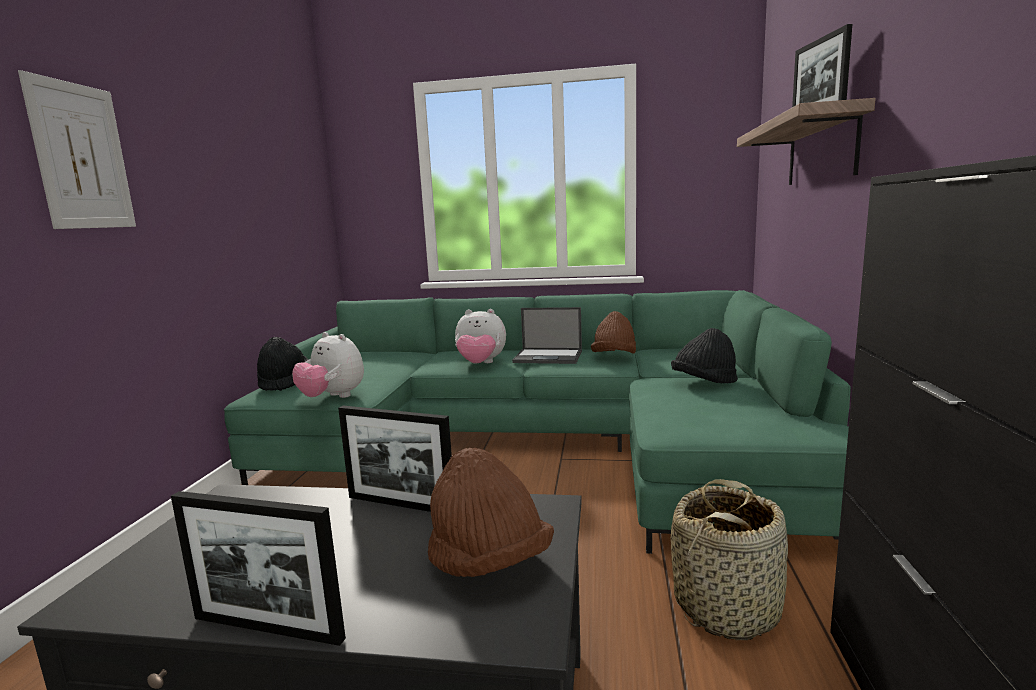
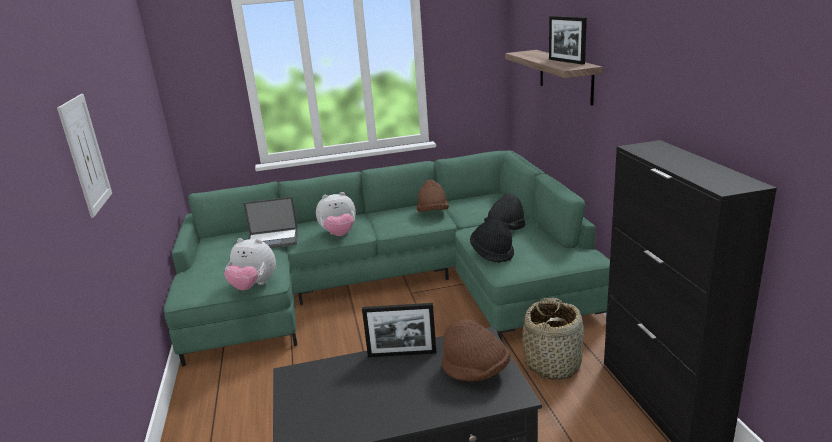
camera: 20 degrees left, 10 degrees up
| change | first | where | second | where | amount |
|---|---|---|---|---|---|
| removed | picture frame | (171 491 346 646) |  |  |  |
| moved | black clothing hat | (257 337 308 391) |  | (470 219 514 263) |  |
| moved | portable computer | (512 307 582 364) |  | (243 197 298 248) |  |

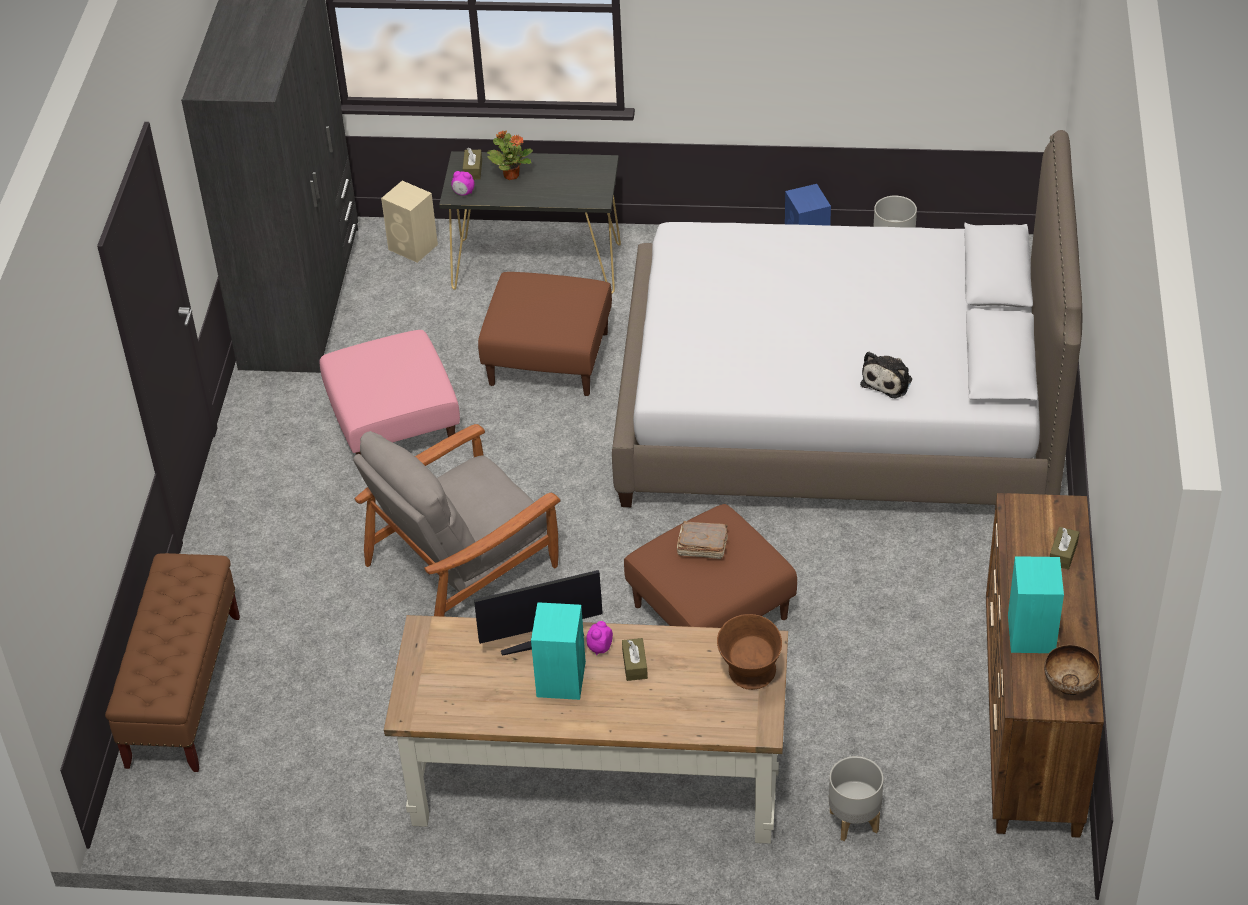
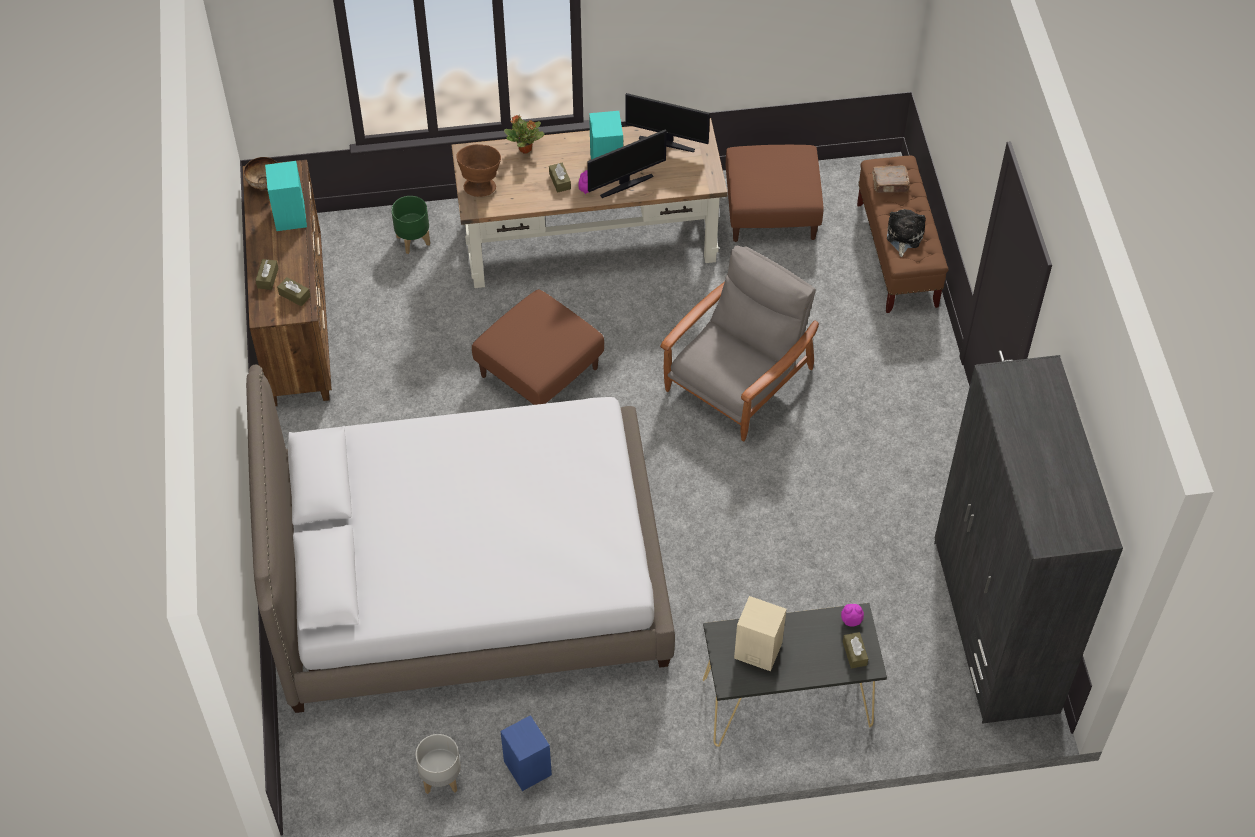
camera: 165 degrees right, 10 degrees up
| change | first | where | second | where | amount |
|---|---|---|---|---|---|
| removed | pinkish footrest | (320 330 460 455) |  |  |  |
| moved | beige-coloured speaker | (381 181 438 263) |  | (734 596 787 671) |  |
| moved | brownish footrest | (478 272 612 396) |  | (726 145 824 242) |  |
| moved | potted plant | (487 130 533 180) |  | (504 115 545 153) |  |
| moved | brownish volume | (677 521 728 559) |  | (872 165 910 193) |  |
| recoloured | gray planter | (829 756 883 841) | greenish planter | (391 196 430 254) |  |
| moved | cuddly toy | (860 352 912 398) |  | (887 209 926 257) |  |
| added |  |  | brownish box of tissues | (277 277 311 306) |  |
| added |  |  | computer screen | (625 93 710 152) |  |

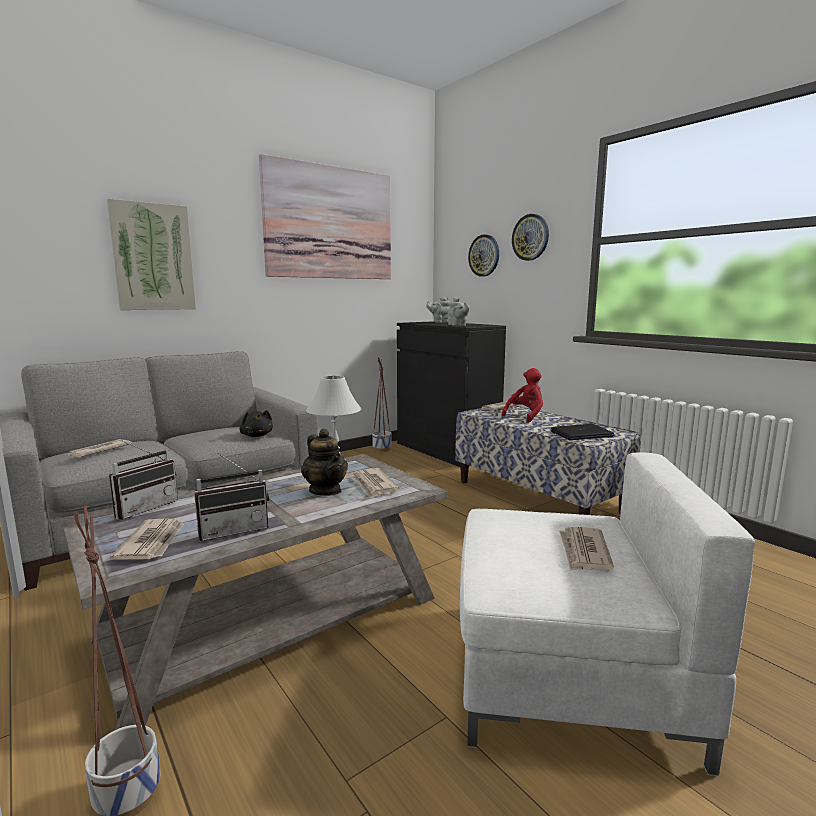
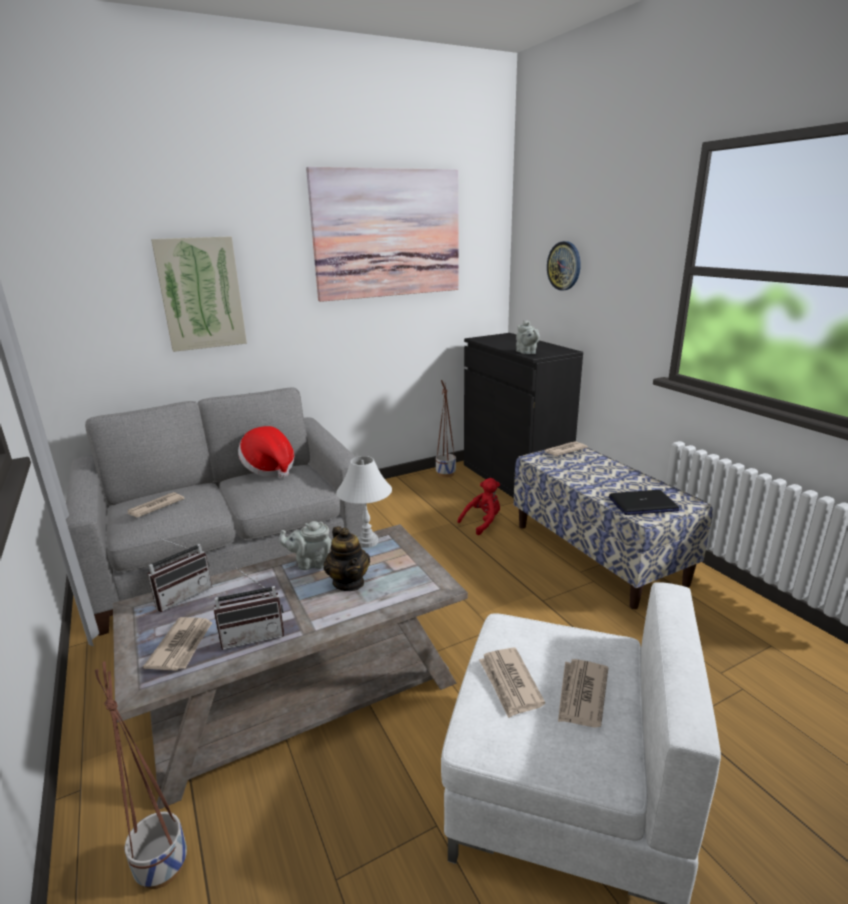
camera: 10 degrees right, 10 degrees up
| change | first | where | second | where | amount |
|---|---|---|---|---|---|
| removed | black cuddly toy | (240 410 273 437) |  |  |  |
| moved | newspaper | (350 468 400 498) |  | (479 648 545 718) |  |
| moved | gray teapot | (426 297 450 323) |  | (279 521 332 570) |  |
| moved | reddish cuddly toy | (502 368 543 422) |  | (457 478 500 535) |  |
| removed | wall clock | (512 214 549 261) |  |  |  |
| added |  |  | clothing hat | (238 426 294 478) |  |

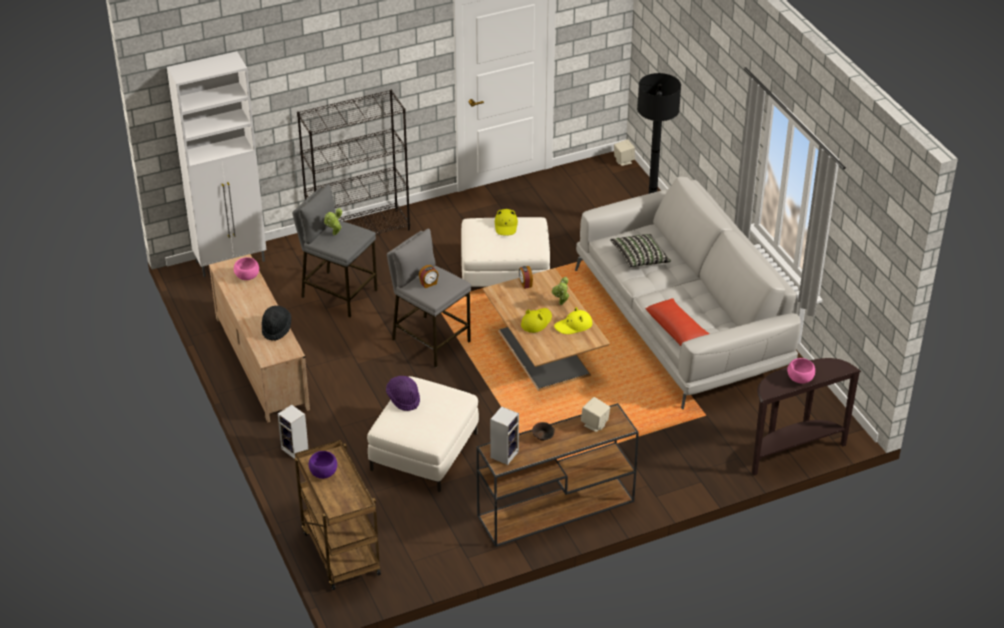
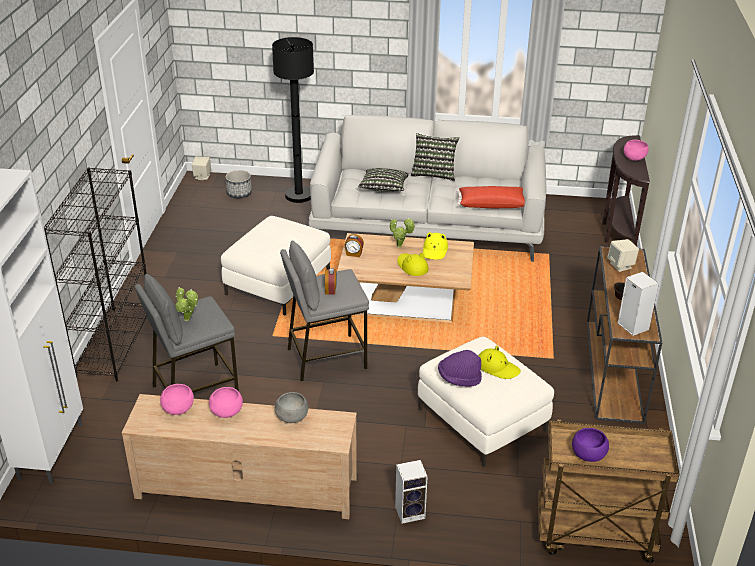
camera: 60 degrees left, 5 degrees down
| change | first | where | second | where | amount |
|---|---|---|---|---|---|
| replaced | black clothing hat | (261 306 291 341) | gray bowl | (275 392 308 423) |  |
| moved | yellowish clothing hat | (495 209 518 235) |  | (478 346 521 379) |  |
| added |  |  | pinkish bowl | (209 387 243 418) |  |
| added |  |  | planter | (225 170 252 198) |  |
| added |  |  | throw pillow | (411 133 459 181) |  |

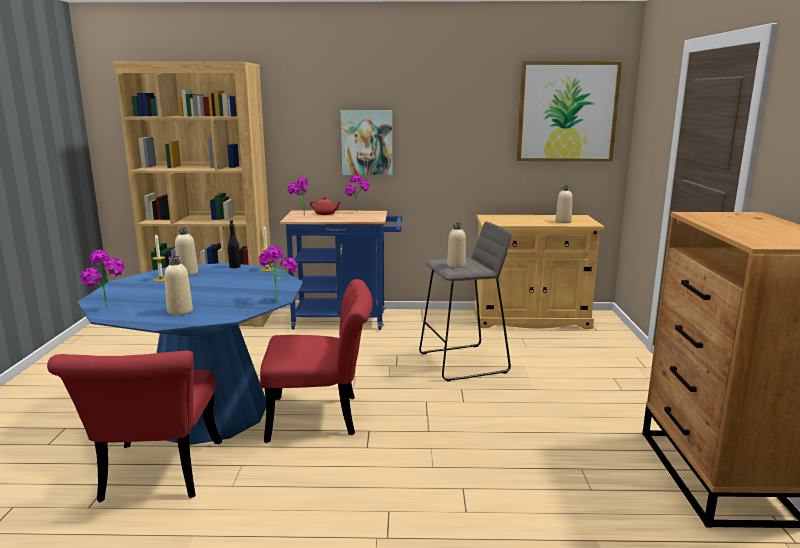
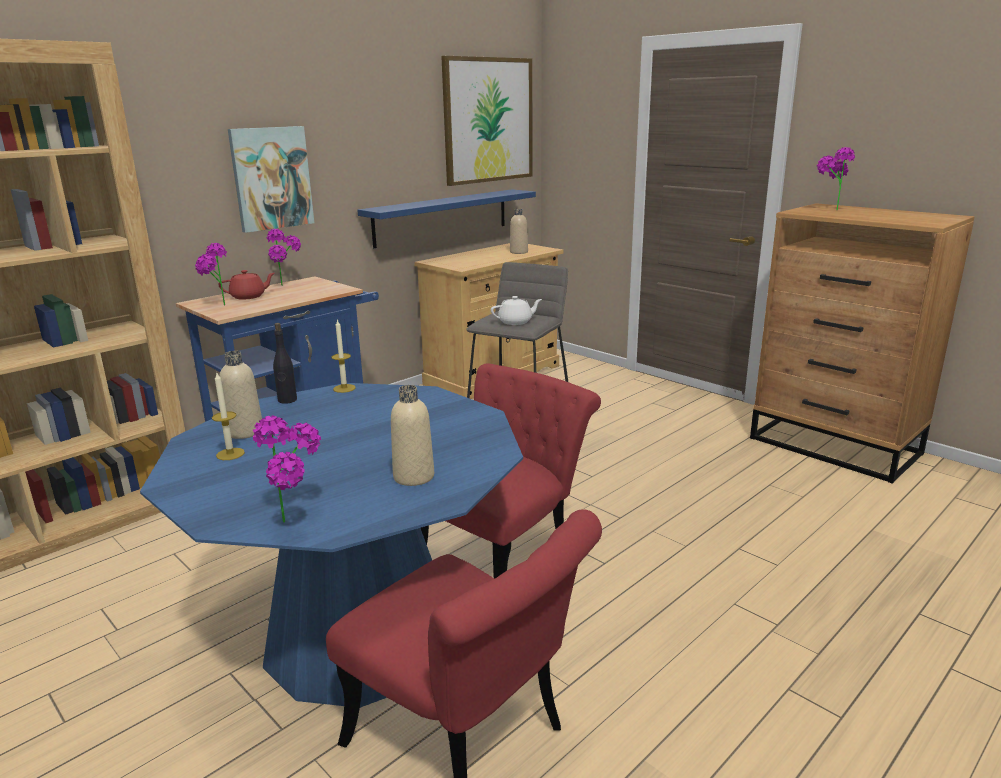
camera: 45 degrees left, 5 degrees up
| change | first | where | second | where | amount |
|---|---|---|---|---|---|
| moved | potted plant | (259 246 297 303) |  | (817 147 855 211) |  |
| replaced | beige-coloured drink bottle | (447 223 466 268) | white-coloured teapot | (491 296 542 325) |  |
| added |  |  | bluish wall shelf | (357 189 536 248) |  |

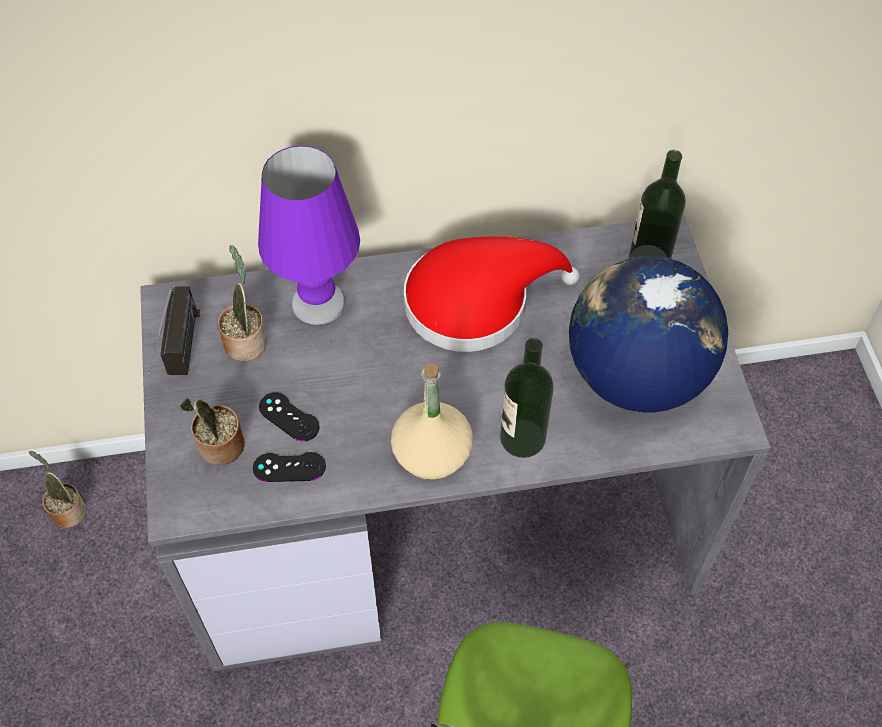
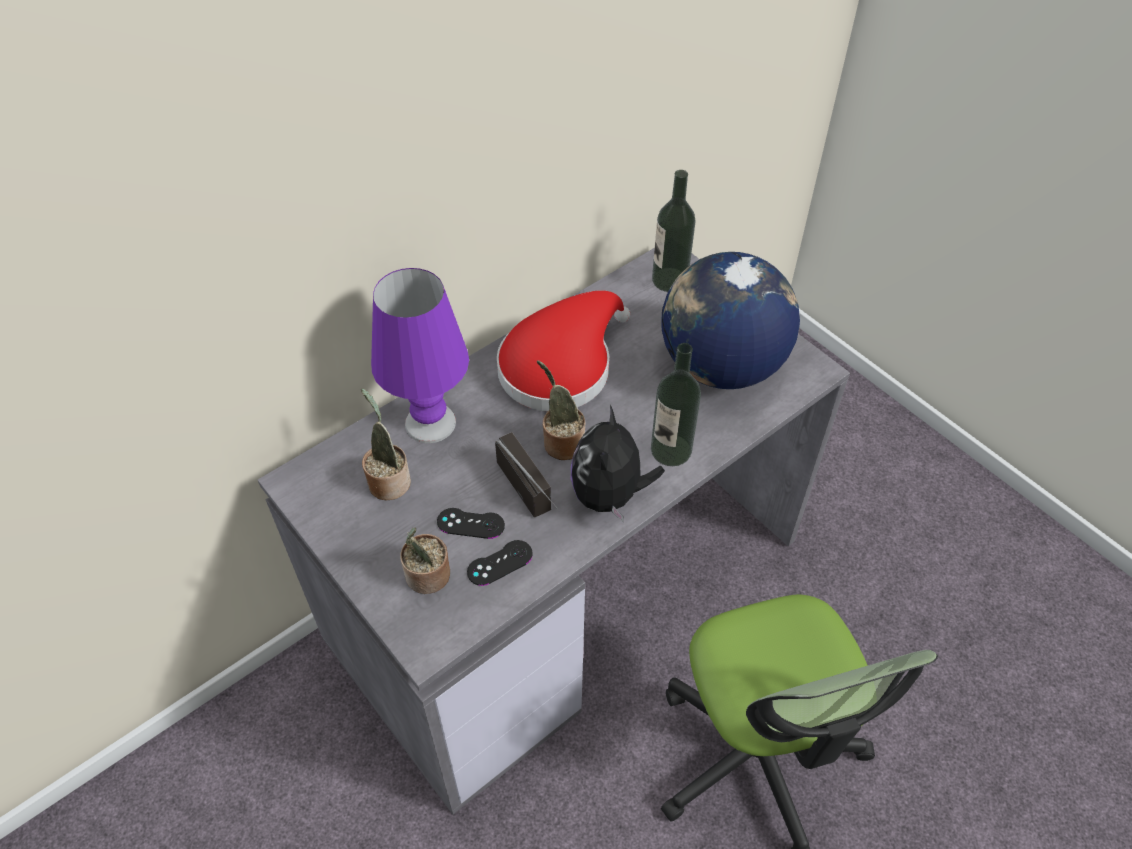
camera: 30 degrees left, 5 degrees down
| change | first | where | second | where | amount |
|---|---|---|---|---|---|
| moved | potted plant | (29 451 86 528) |  | (537 360 586 460) |  |
| moved | radio receiver | (148 286 200 375) |  | (495 432 558 517) |  |
| replaced | beige-coloured drink bottle | (391 364 473 480) | cuddly toy | (571 405 665 523) |  |

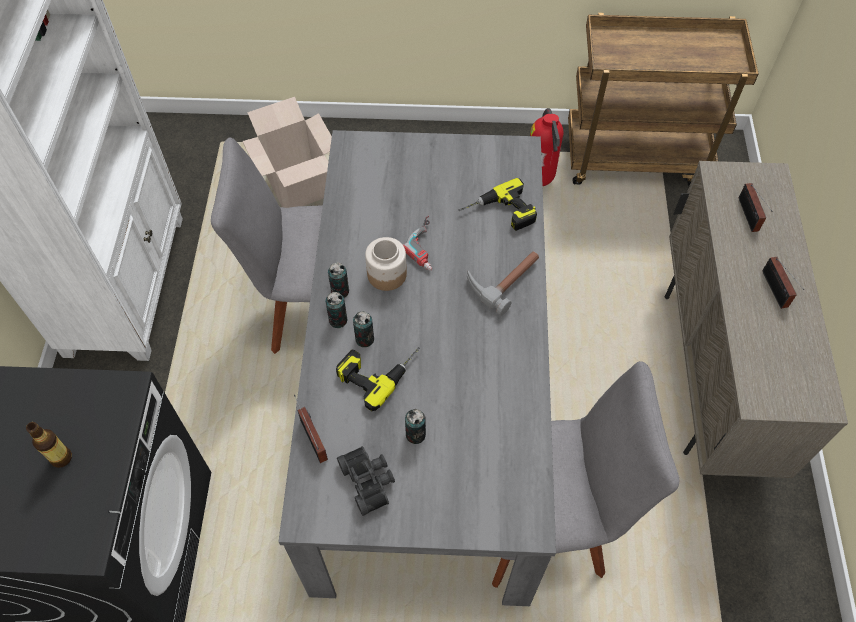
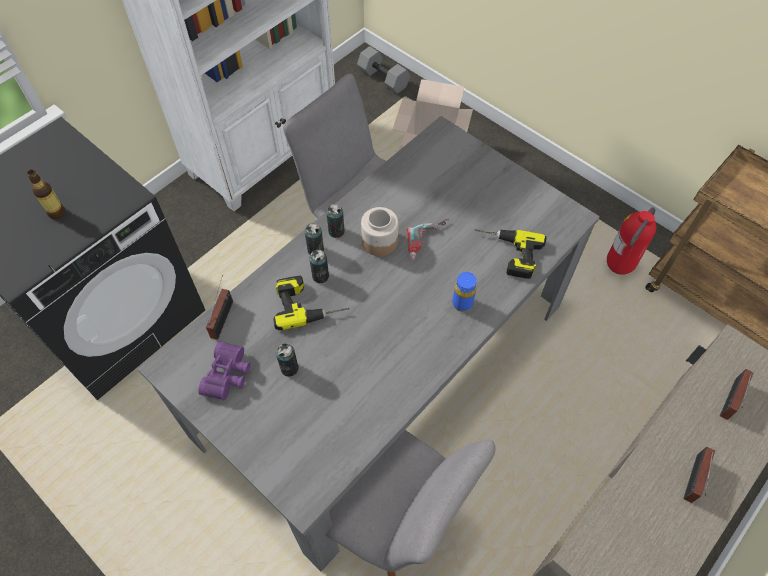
camera: 40 degrees right, 0 degrees up
| change | first | where | second | where | amount |
|---|---|---|---|---|---|
| recoloured | black binoculars | (337 446 395 516) | purplish binoculars | (198 341 251 401) |  |
| replaced | hand hammer | (467 251 539 316) | bluish drink bottle | (452 272 477 312) |  |
| added |  |  | gray dumbbell | (357 46 410 94) |  |

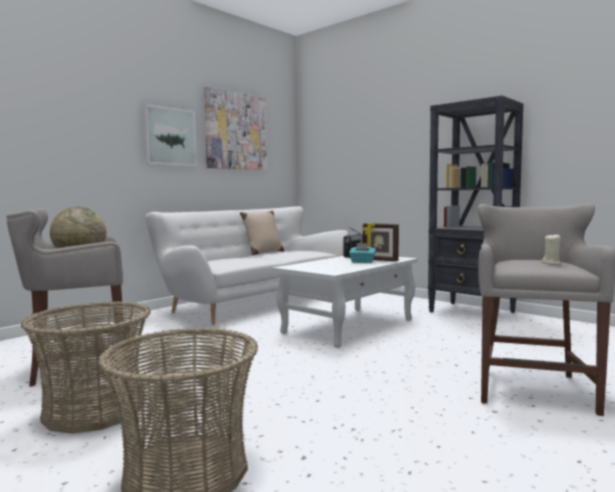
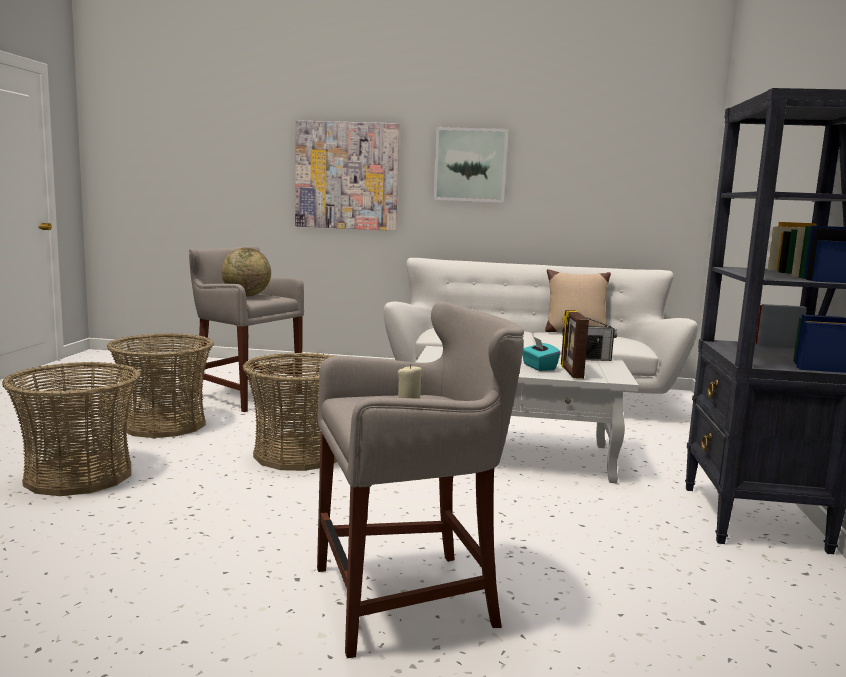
camera: 55 degrees right, 5 degrees up
| change | first | where | second | where | amount |
|---|---|---|---|---|---|
| moved | picture | (204 87 267 170) |  | (295 120 400 231) |  |
| added |  |  | storage basket | (243 353 337 471) |  |

